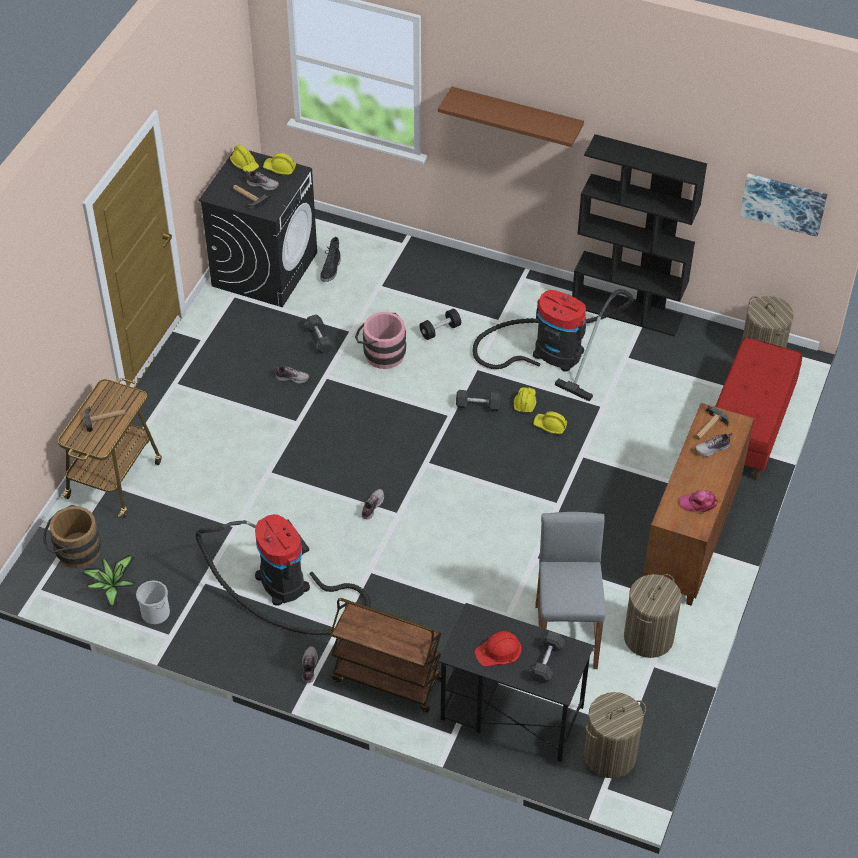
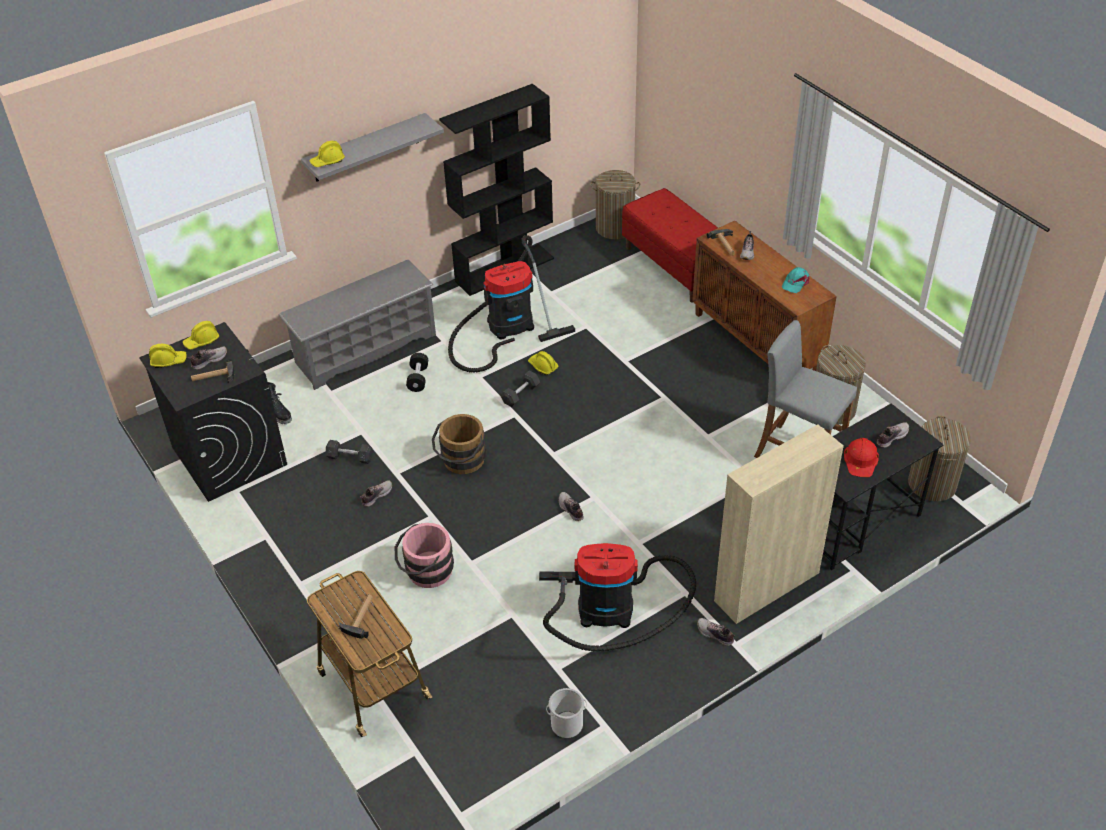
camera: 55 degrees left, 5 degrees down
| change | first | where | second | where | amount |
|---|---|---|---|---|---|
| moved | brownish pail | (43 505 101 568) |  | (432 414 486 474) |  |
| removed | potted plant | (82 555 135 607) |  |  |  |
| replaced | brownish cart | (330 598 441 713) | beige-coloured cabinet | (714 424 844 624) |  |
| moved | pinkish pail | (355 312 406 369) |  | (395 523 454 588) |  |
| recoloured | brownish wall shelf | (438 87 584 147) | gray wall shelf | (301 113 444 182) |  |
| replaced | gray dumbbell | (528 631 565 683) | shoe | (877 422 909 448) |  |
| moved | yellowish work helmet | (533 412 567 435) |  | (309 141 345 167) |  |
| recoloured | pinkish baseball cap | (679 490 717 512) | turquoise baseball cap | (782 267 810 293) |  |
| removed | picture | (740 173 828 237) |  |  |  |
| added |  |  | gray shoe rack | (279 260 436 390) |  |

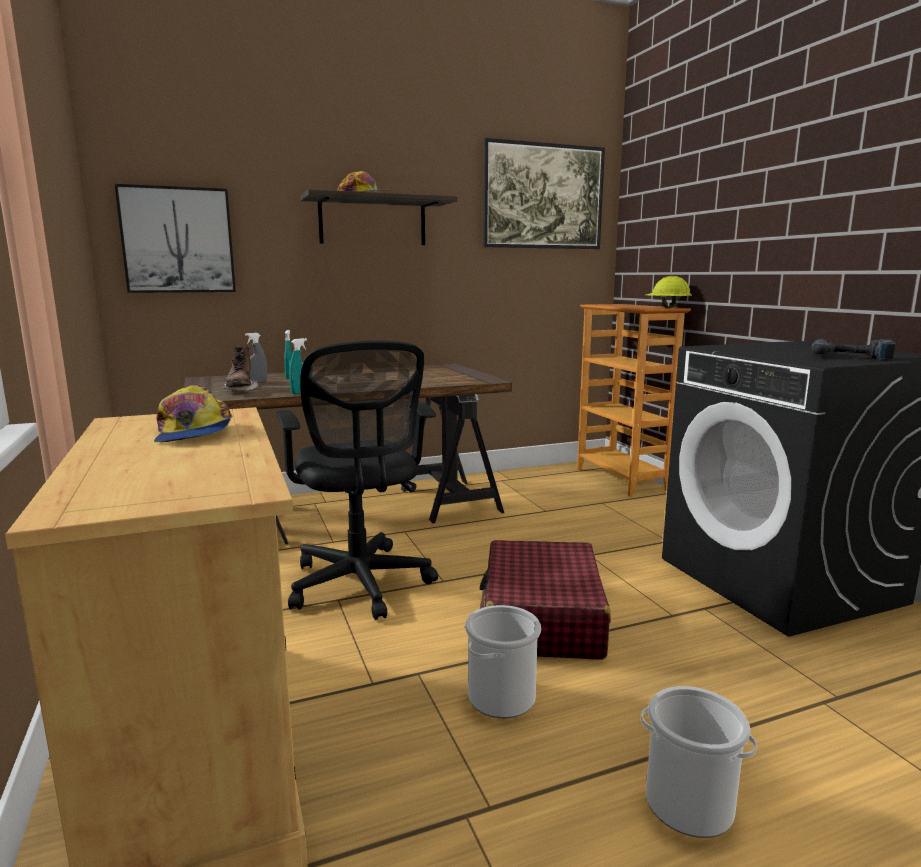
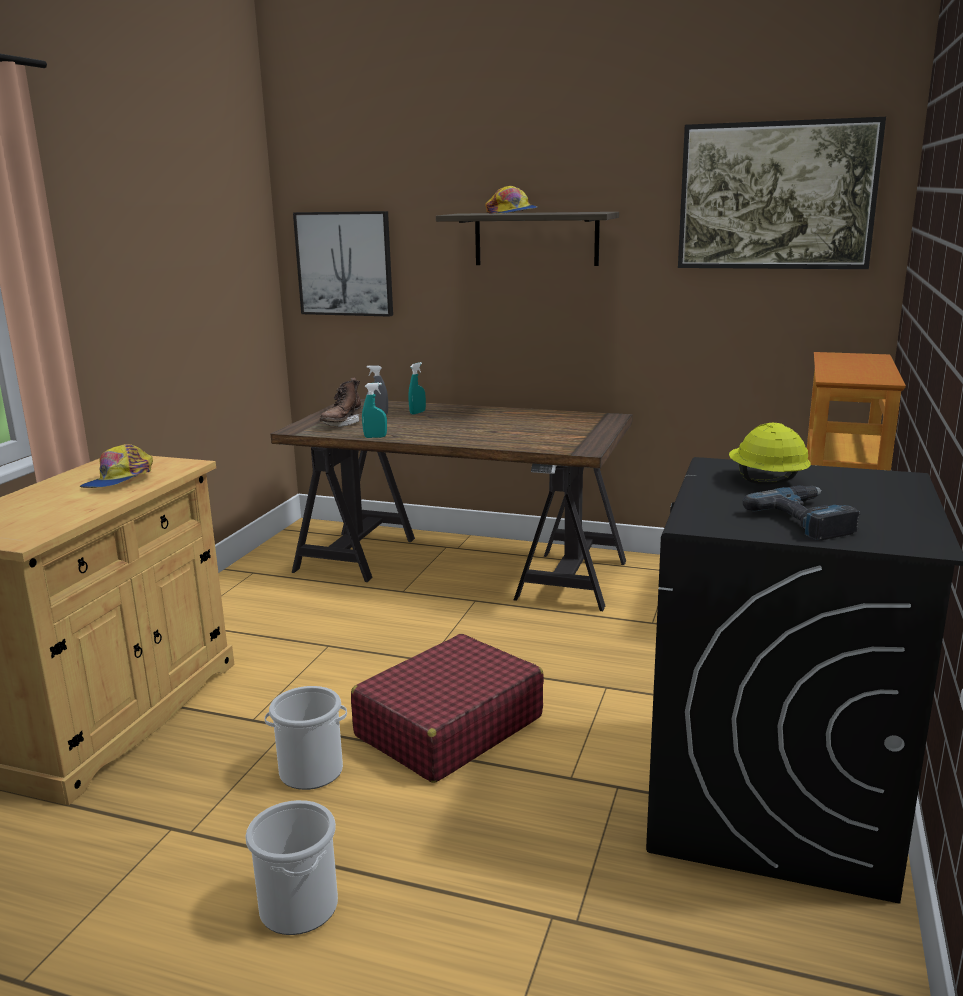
camera: 40 degrees right, 5 degrees up
| change | first | where | second | where | amount |
|---|---|---|---|---|---|
| removed | black computer chair | (275 341 438 620) |  |  |  |
| moved | yellowish work helmet | (646 276 692 308) |  | (729 423 811 484) |  |

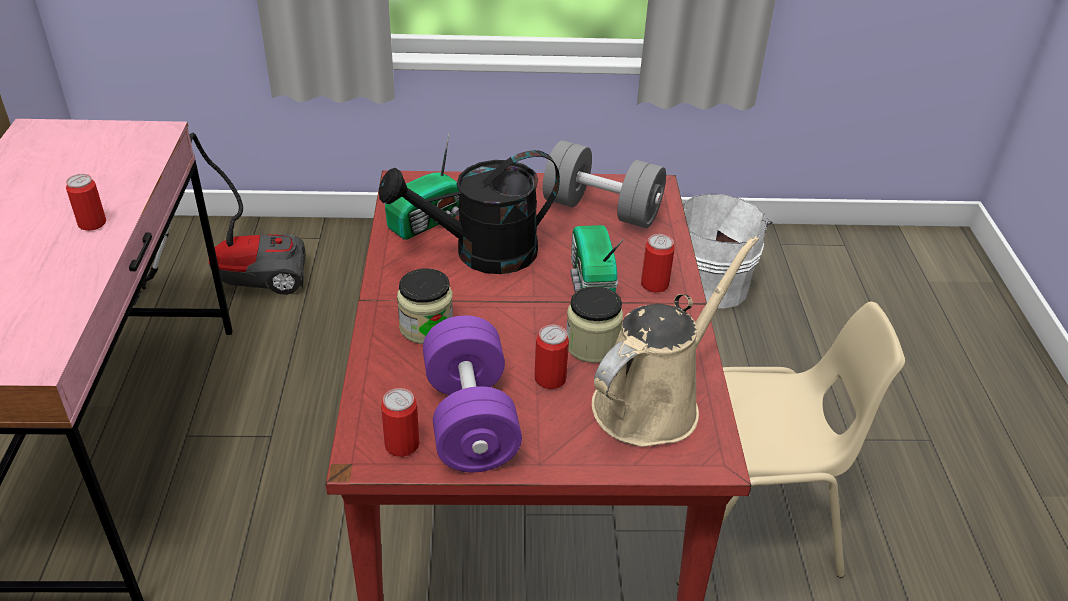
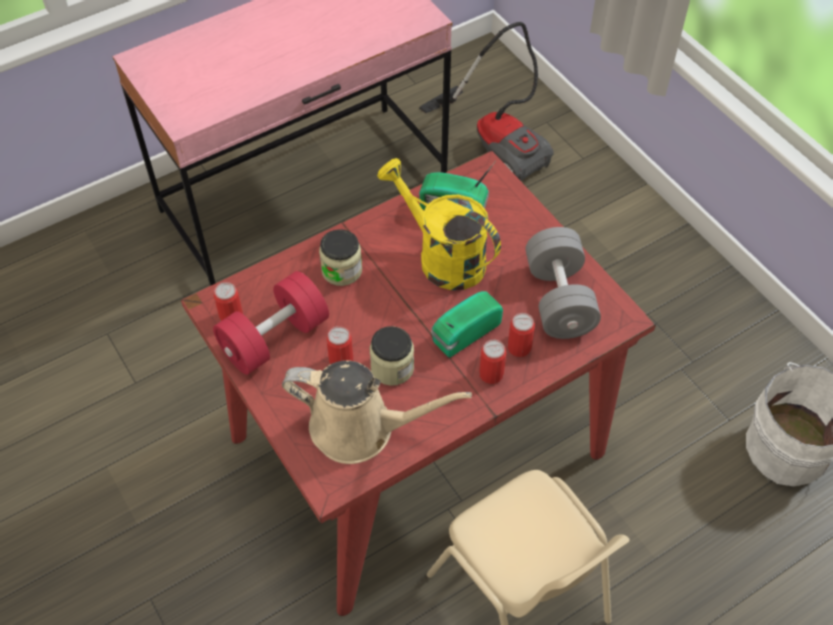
camera: 60 degrees right, 15 degrees up
| change | first | where | second | where | amount |
|---|---|---|---|---|---|
| moved | metal can | (66 174 106 231) |  | (508 313 535 357) |  |
| recoloured | black watering pot | (379 150 560 274) | yellowish watering pot | (377 158 501 290) |  |
| recoloured | purplish dumbbell | (423 315 522 472) | reddish dumbbell | (213 271 329 375) |  |

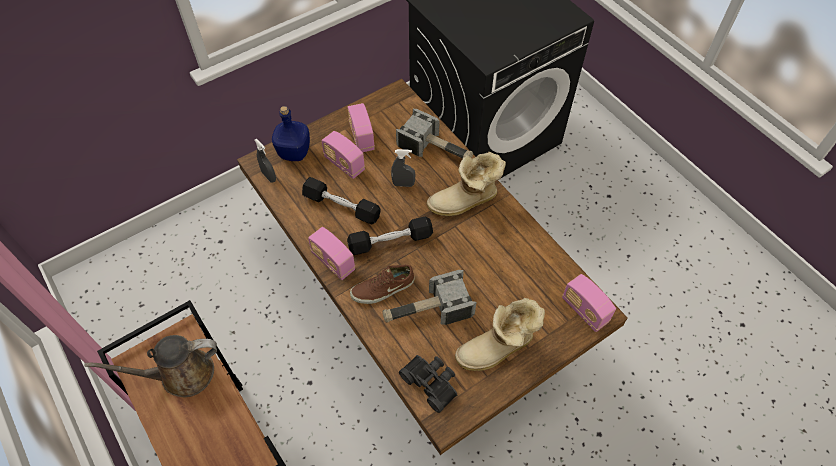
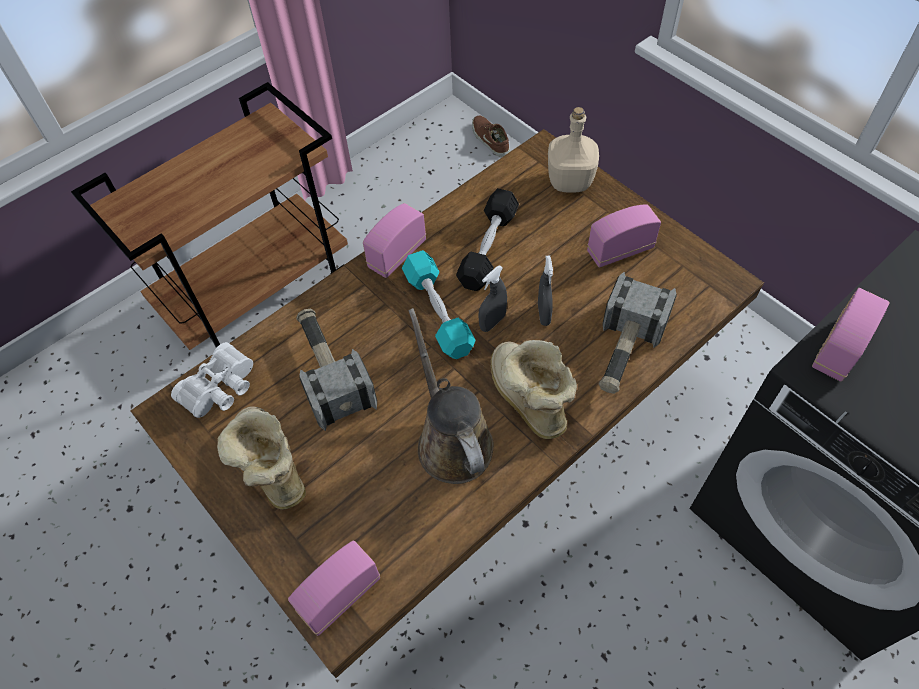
camera: 85 degrees right, 0 degrees up
| change | first | where | second | where | amount |
|---|---|---|---|---|---|
| moved | brownish watering pot | (85 335 217 397) |  | (408 308 494 484) |  |
| moved | gray sprayer | (254 139 276 183) |  | (478 265 507 332) |  |
| recoloured | bluish drink bottle | (272 106 310 161) | beige-coloured drink bottle | (548 107 599 193) |  |
| moved | radio receiver | (321 131 365 179) |  | (812 288 890 382) |  |
| recoloured | black dumbbell | (347 217 433 255) | turquoise dumbbell | (402 250 475 359) |  |
| moved | brownish shoe | (350 265 414 304) |  | (472 116 510 157) |  |
| recoloured | black binoculars | (399 355 457 413) | white-coloured binoculars | (171 342 253 418) |  |

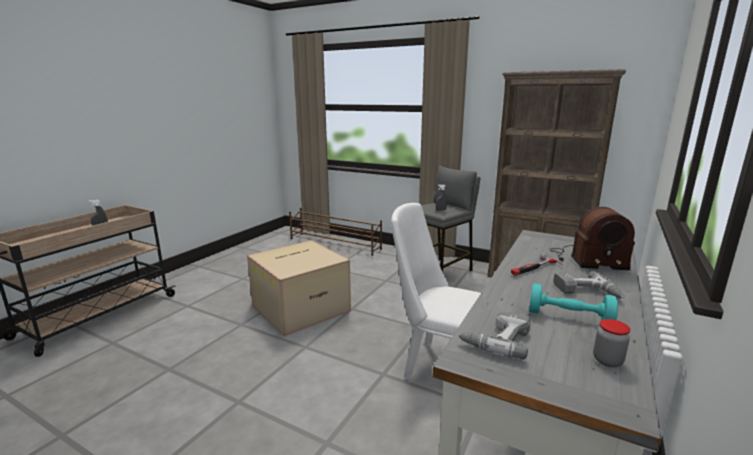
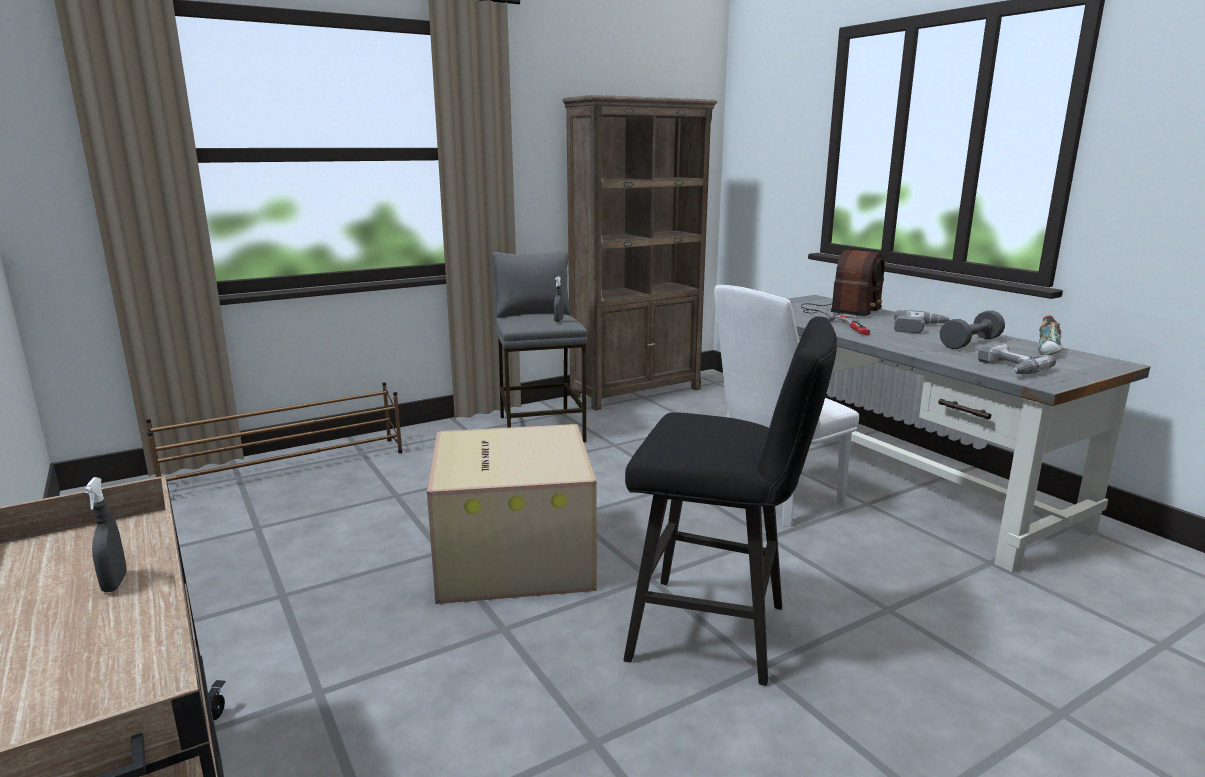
camera: 60 degrees left, 0 degrees up
| change | first | where | second | where | amount |
|---|---|---|---|---|---|
| recoloured | turquoise dumbbell | (529 283 618 320) | gray dumbbell | (940 310 1005 349) |  |
| replaced | storage jar | (593 319 630 367) | shoe | (1038 315 1063 355) |  |
| added |  |  | black stool | (624 316 837 686) |  |

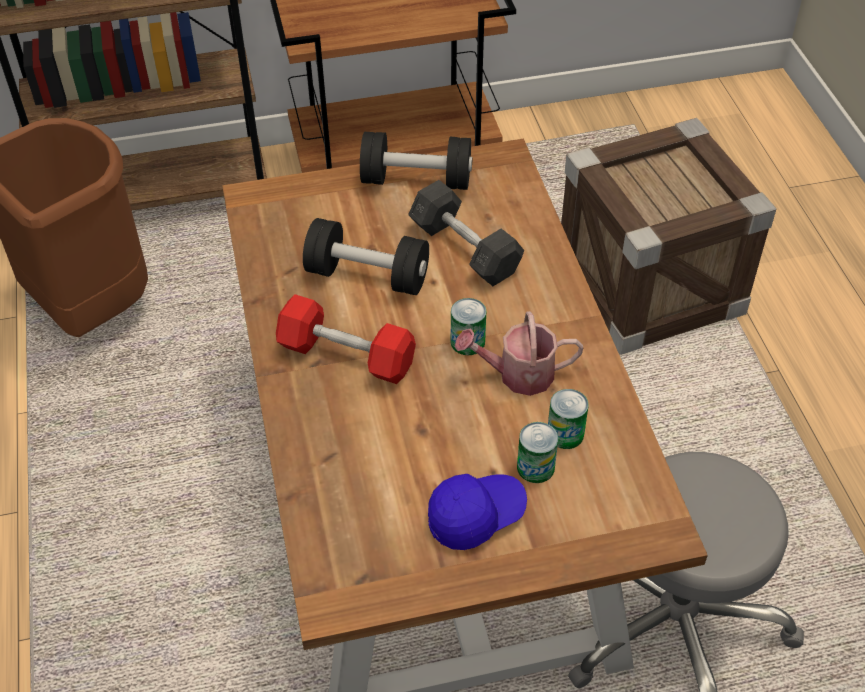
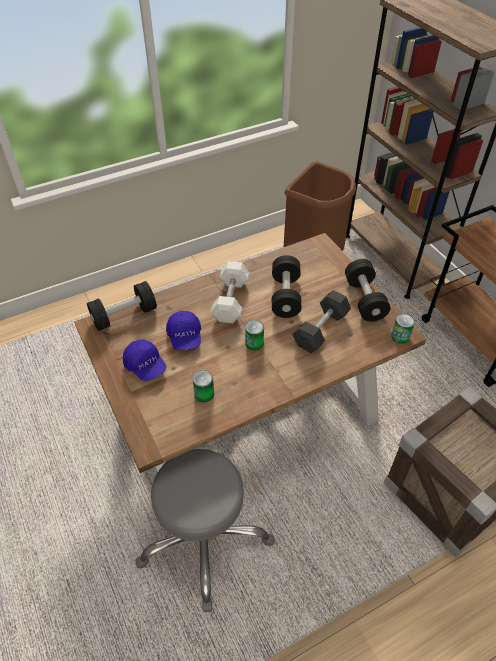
camera: 75 degrees right, 0 degrees up
| change | first | where | second | where | amount |
|---|---|---|---|---|---|
| recoloured | reddish dumbbell | (276 294 416 384) | white-coloured dumbbell | (211 261 249 323) |  |
| removed | watering pot | (454 311 583 396) |  |  |  |
| moved | metal can | (517 422 558 483) |  | (391 313 415 344) |  |
| added |  |  | black dumbbell | (87 281 157 331) |  |
| added |  |  | bluish baseball cap | (166 311 201 350) |  |

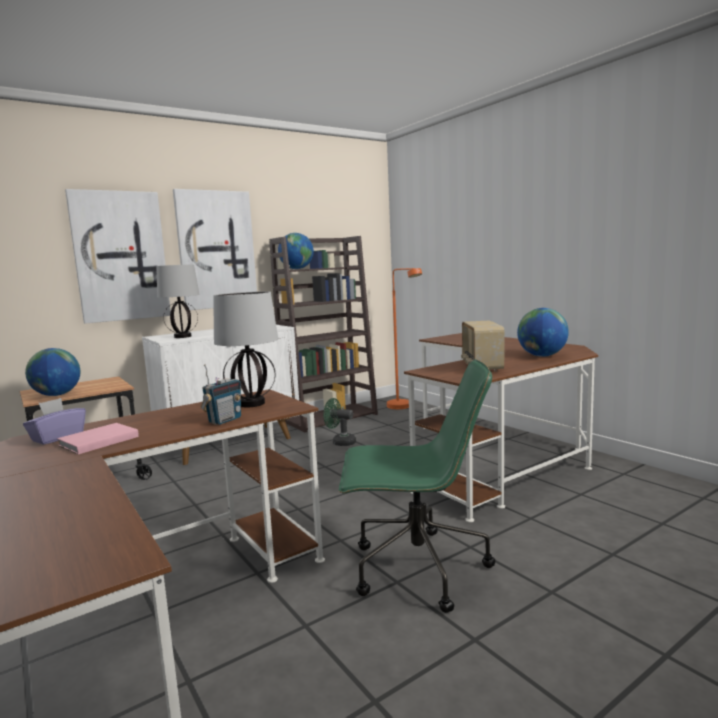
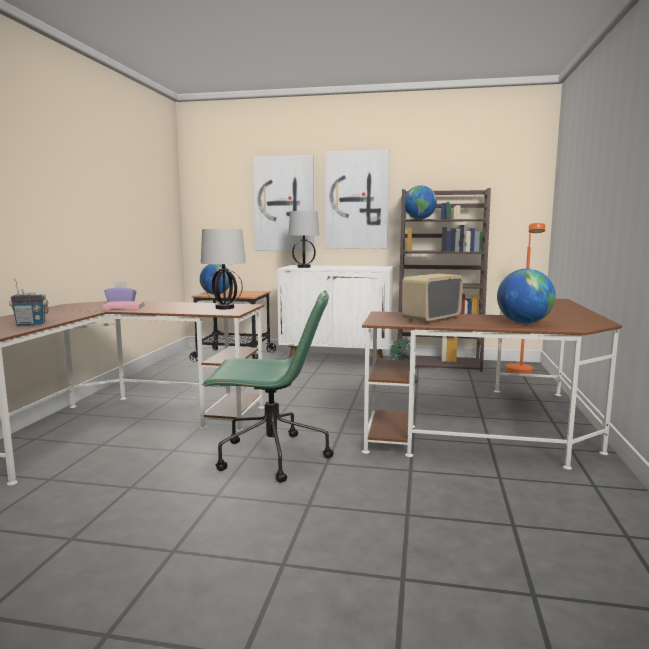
camera: 45 degrees right, 0 degrees up
| change | first | where | second | where | amount |
|---|---|---|---|---|---|
| moved | radio receiver | (201 364 241 425) |  | (9 279 49 325) |  |
| turned | greenish computer chair | (339 359 495 613) |  | (202 290 334 483) | 45 degrees counterclockwise |

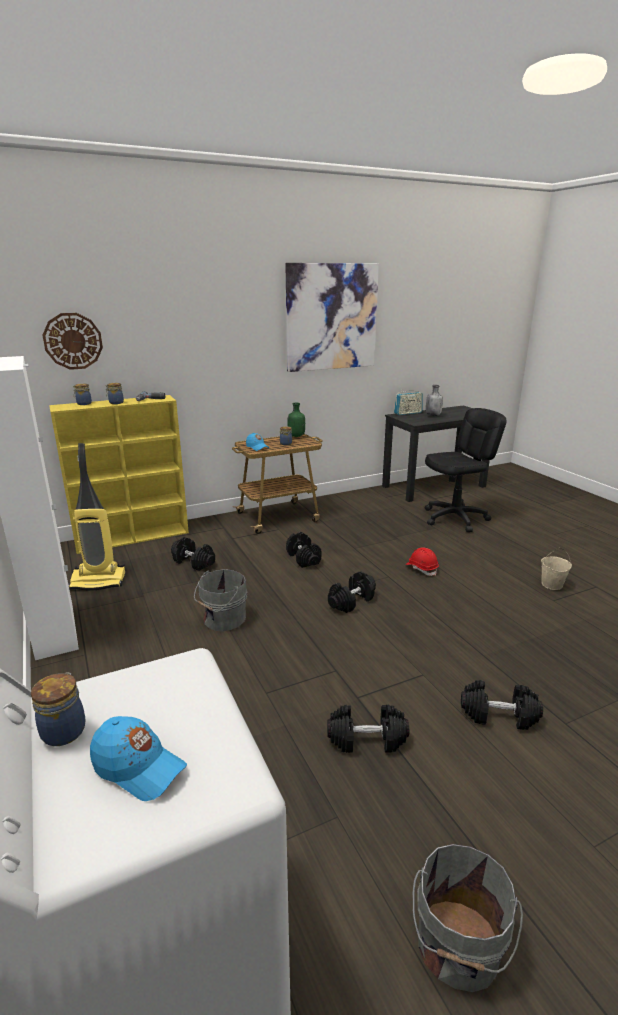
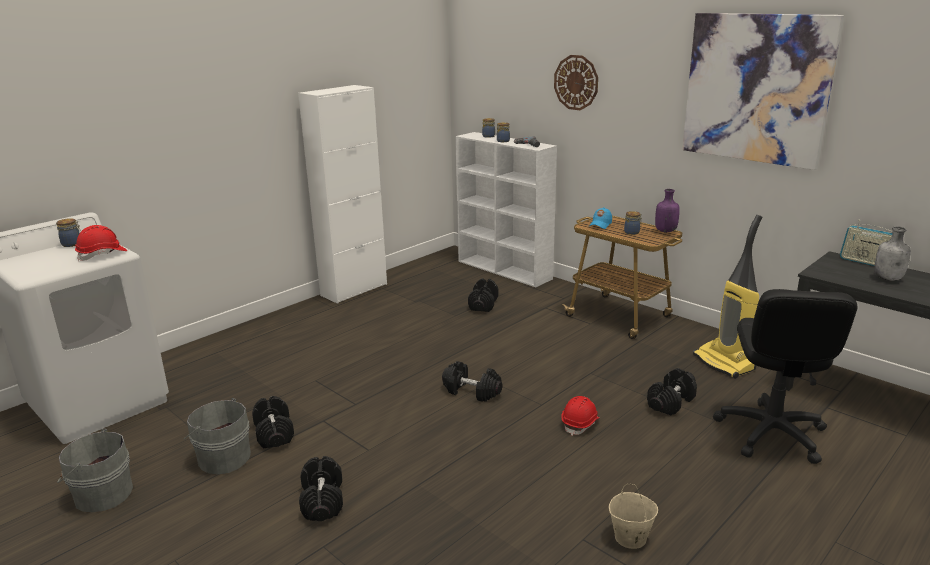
camera: 70 degrees right, 0 degrees up
| change | first | where | second | where | amount |
|---|---|---|---|---|---|
| moved | wall clock | (42 313 103 370) |  | (554 55 598 110) |  |
| recoloured | yellowish shelving unit | (49 395 189 554) | white-coloured shelving unit | (455 132 557 287) |  |
| moved | hoover | (68 443 126 590) |  | (693 215 762 379) |  |
| removed | bluish baseball cap | (90 716 187 801) |  |  |  |
| moved | gray pail | (194 569 248 632) |  | (184 398 251 474) |  |
| moved | black dumbbell | (286 532 321 568) |  | (647 368 697 415) |  |
| recoloured | greenish drink bottle | (287 403 305 437) | purplish drink bottle | (655 189 680 232) |  |
| turned | black computer chair | (425 408 507 532) |  | (713 289 858 464) | 60 degrees clockwise |
| added |  |  | reddish work helmet | (75 225 127 262) |  |

